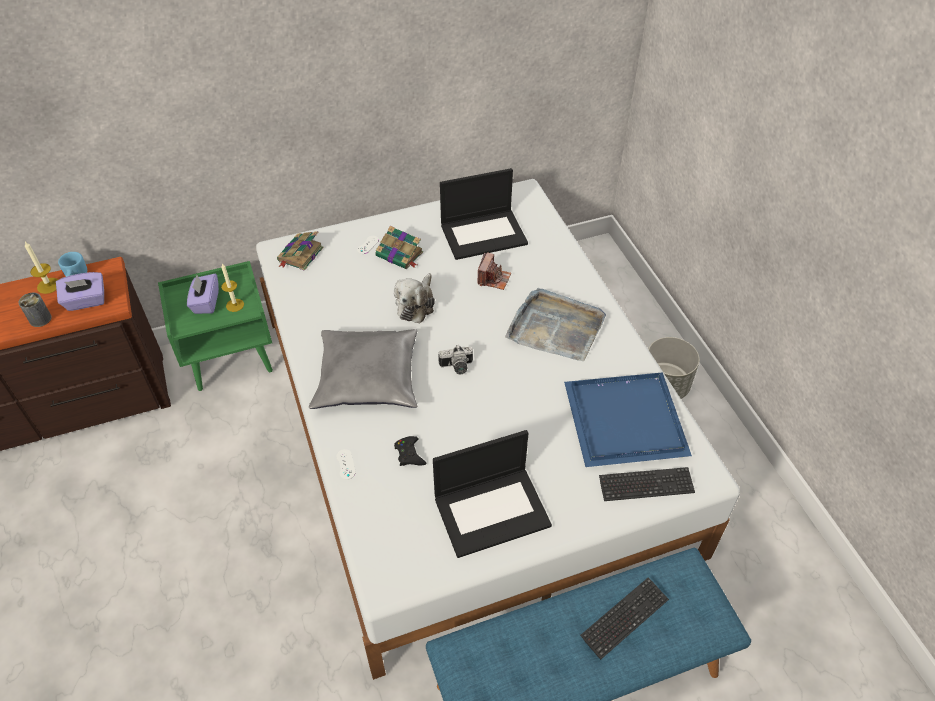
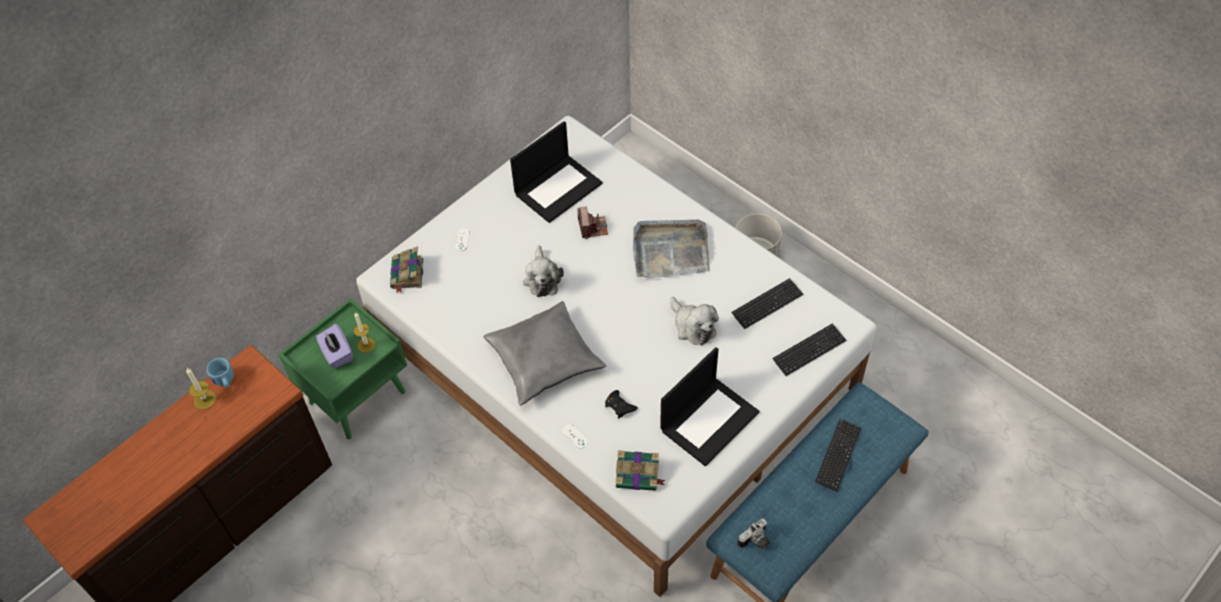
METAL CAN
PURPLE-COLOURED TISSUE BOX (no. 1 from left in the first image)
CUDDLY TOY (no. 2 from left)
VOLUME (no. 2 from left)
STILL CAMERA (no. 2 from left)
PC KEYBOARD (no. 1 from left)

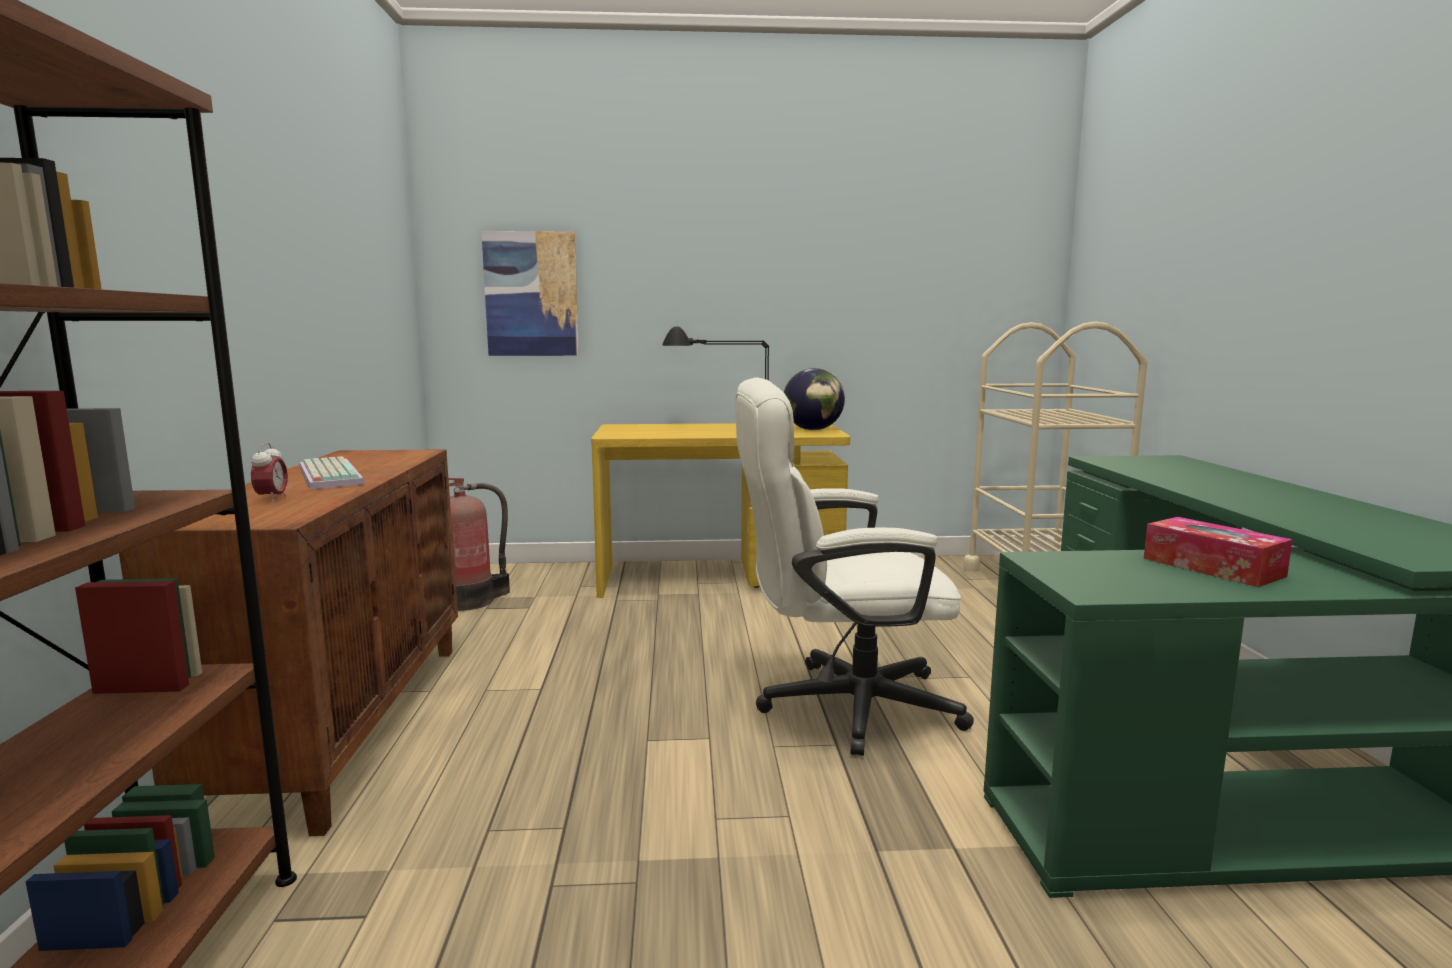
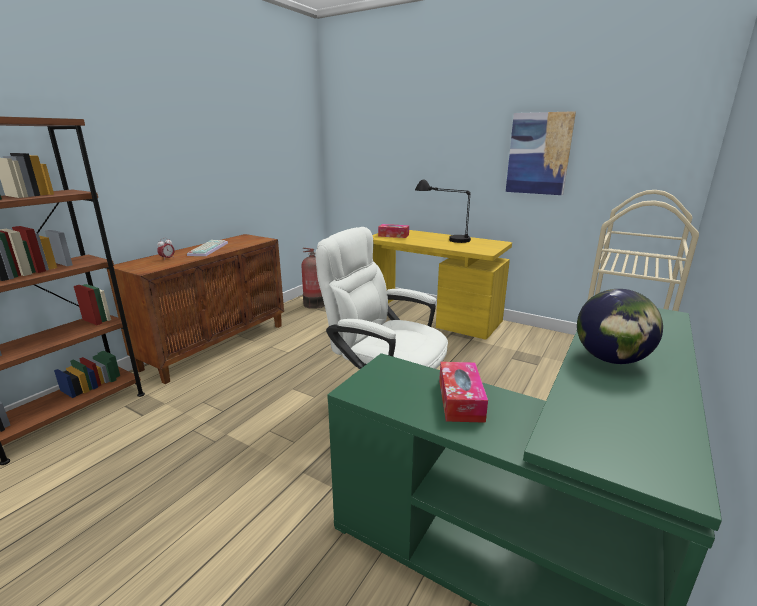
TISSUE BOX (no. 1 from left)
WALL ART
WORLD GLOBE

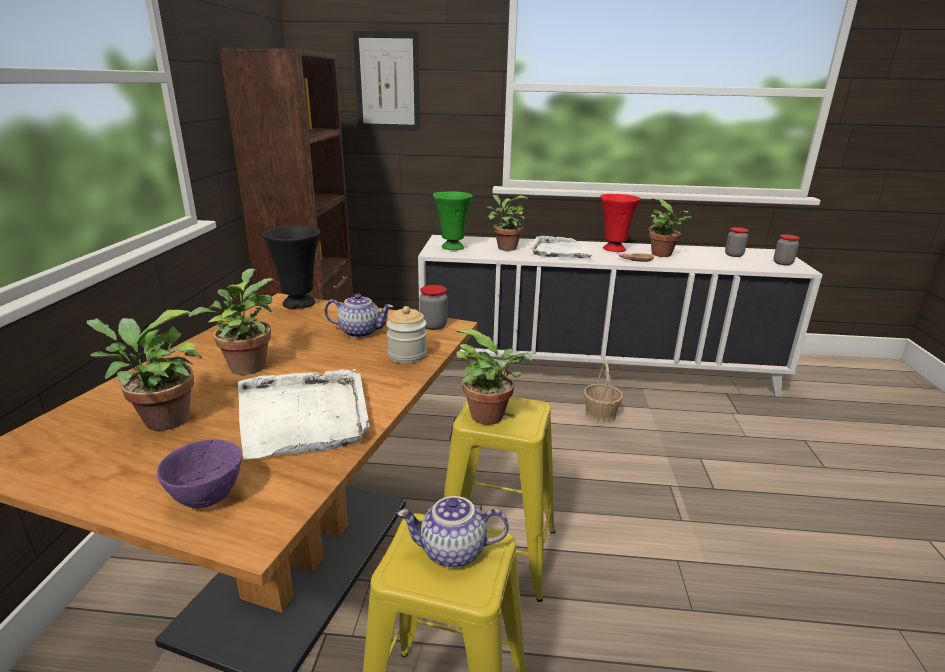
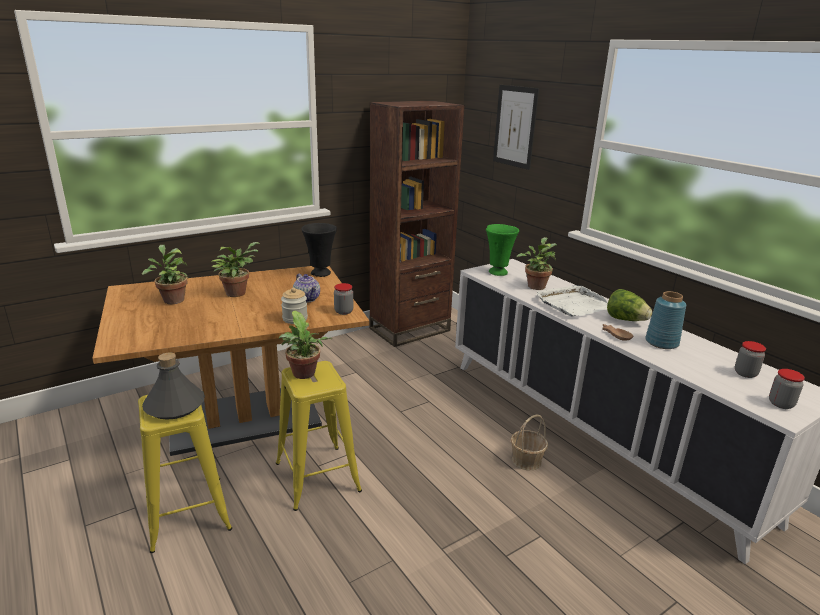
PURPLE-COLOURED DEEP DISH
WHITISH CARRYING TRAY (no. 1 from left in the first image)
GRAY DRINK BOTTLE
LETTUCE HEAD
BLUE DECORATIVE VASE

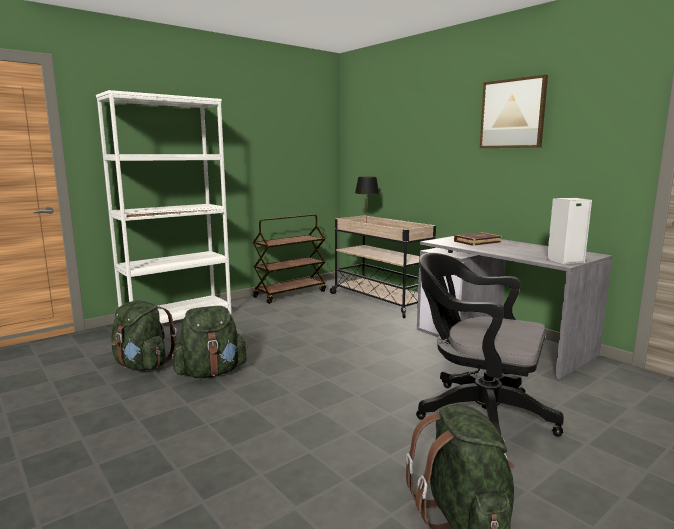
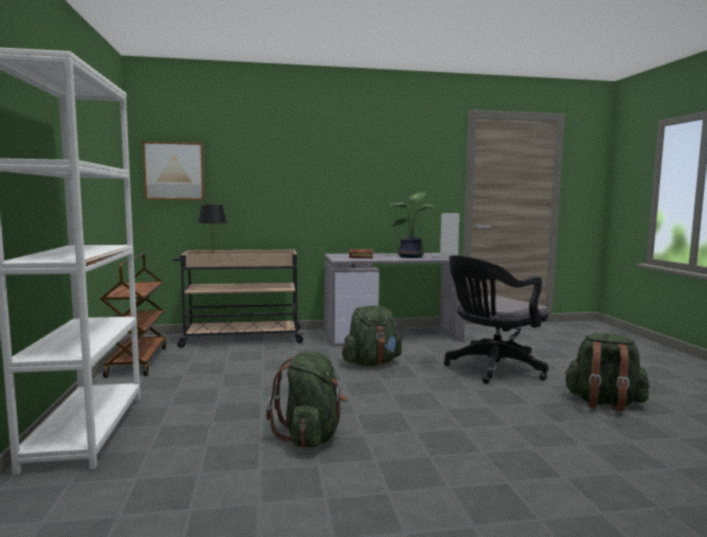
PLANT IN A POT
GREENISH BACKPACK (no. 2 from left)
WALL ART

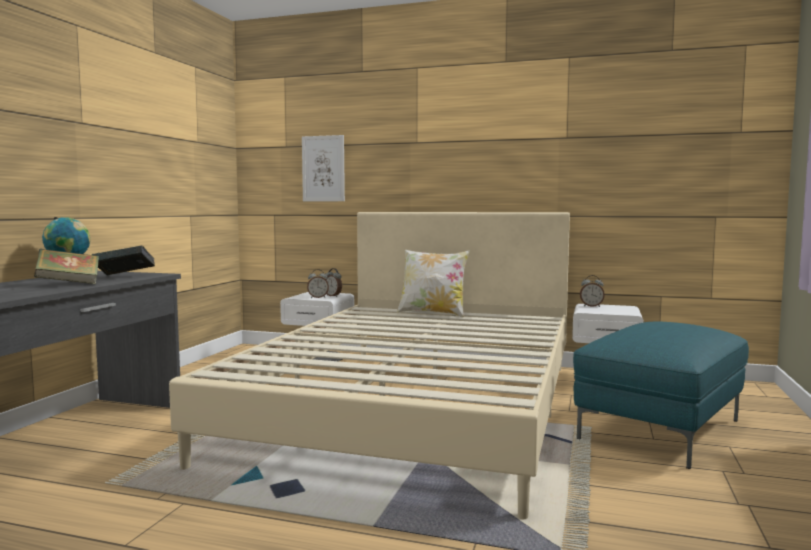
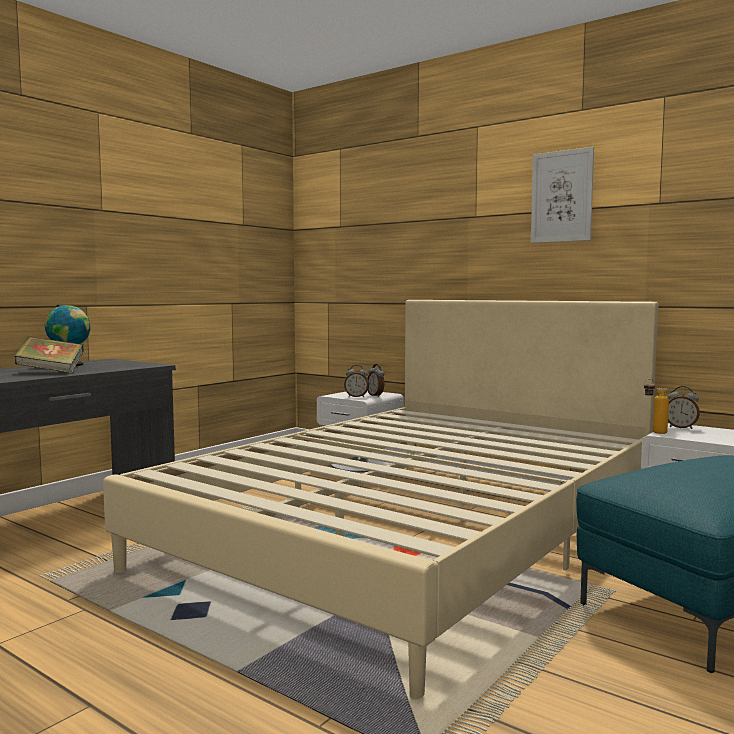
VOLUME (no. 2 from left in the first image)
THROW PILLOW
DRINK BOTTLE
WALL ART

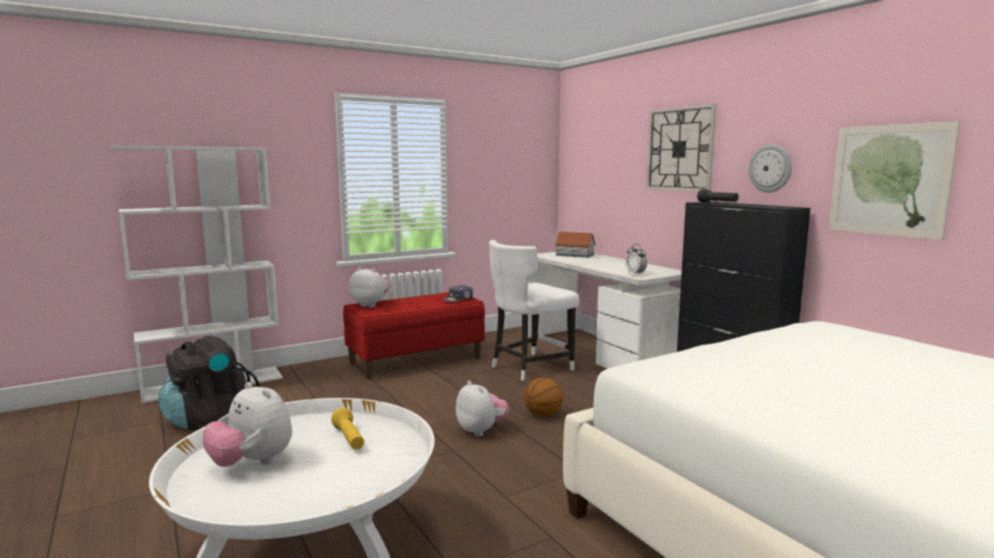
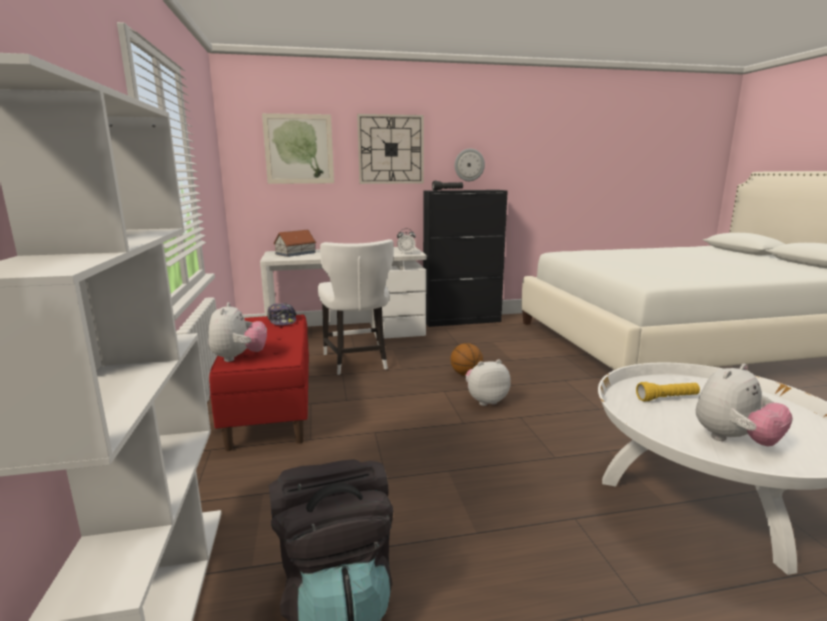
WALL ART
CUDDLY TOY (no. 1 from left)

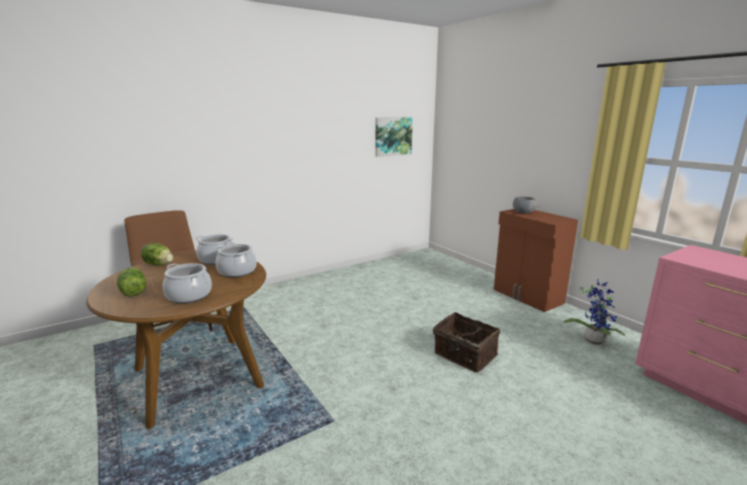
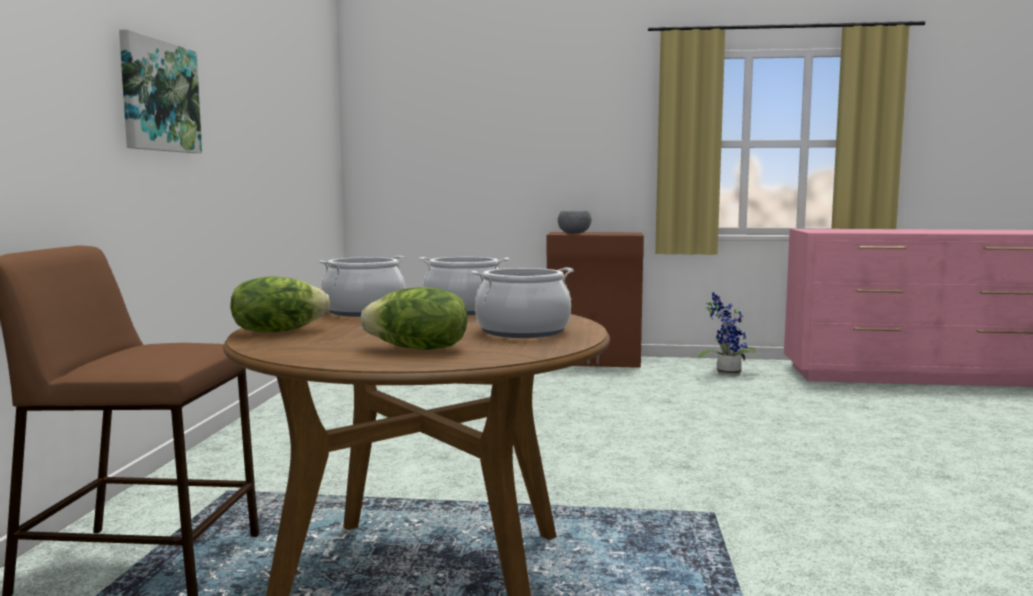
STORAGE BASKET
WALL ART

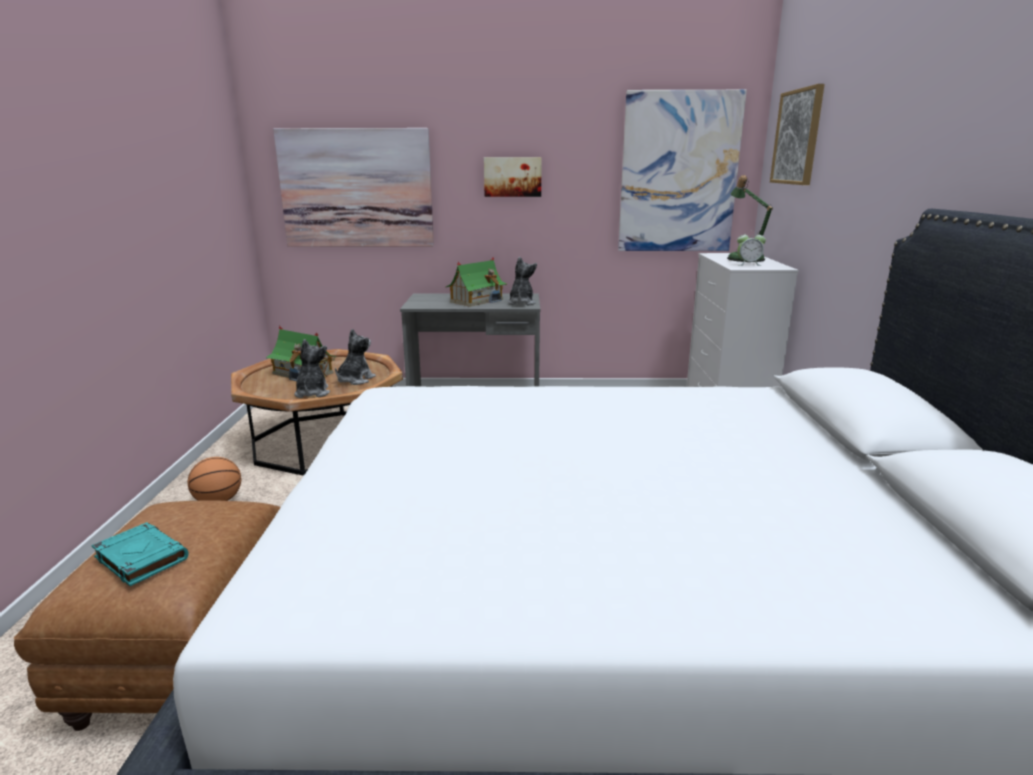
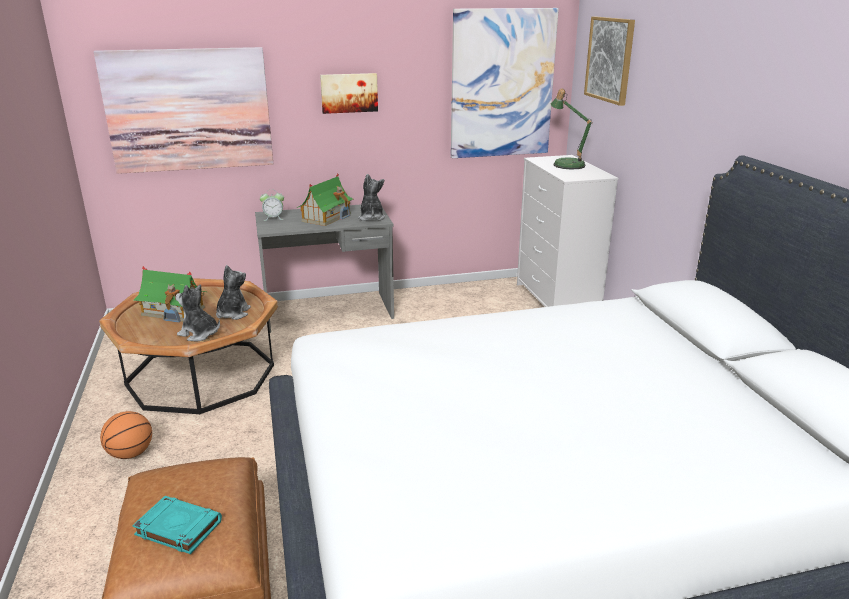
BEDSIDE CLOCK
CUDDLY TOY (no. 1 from left)

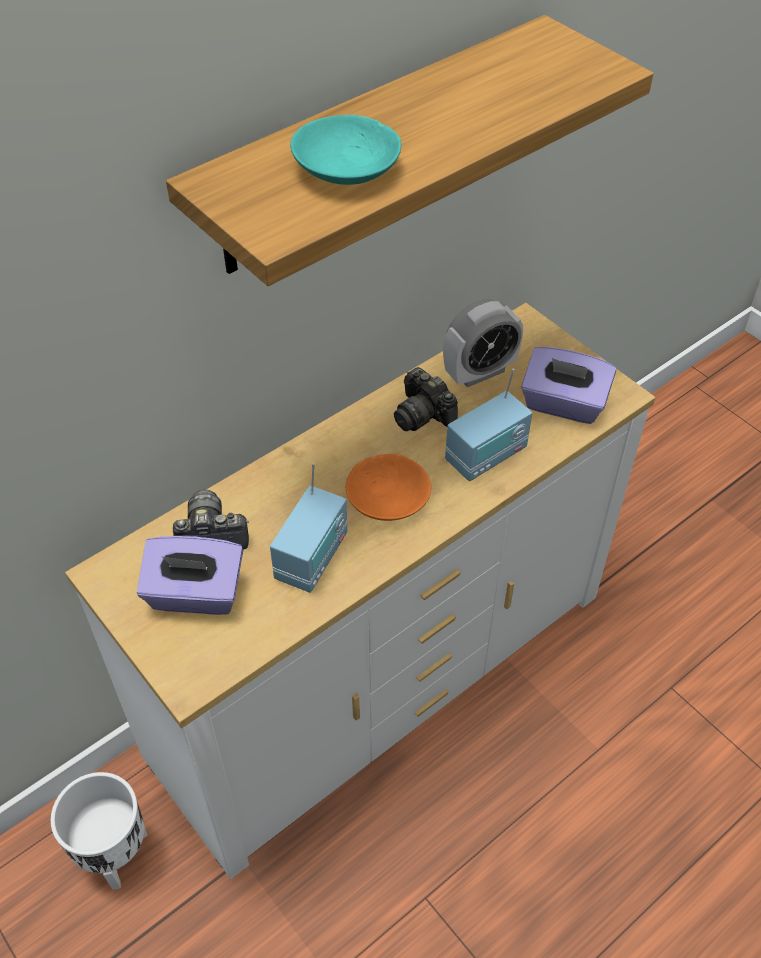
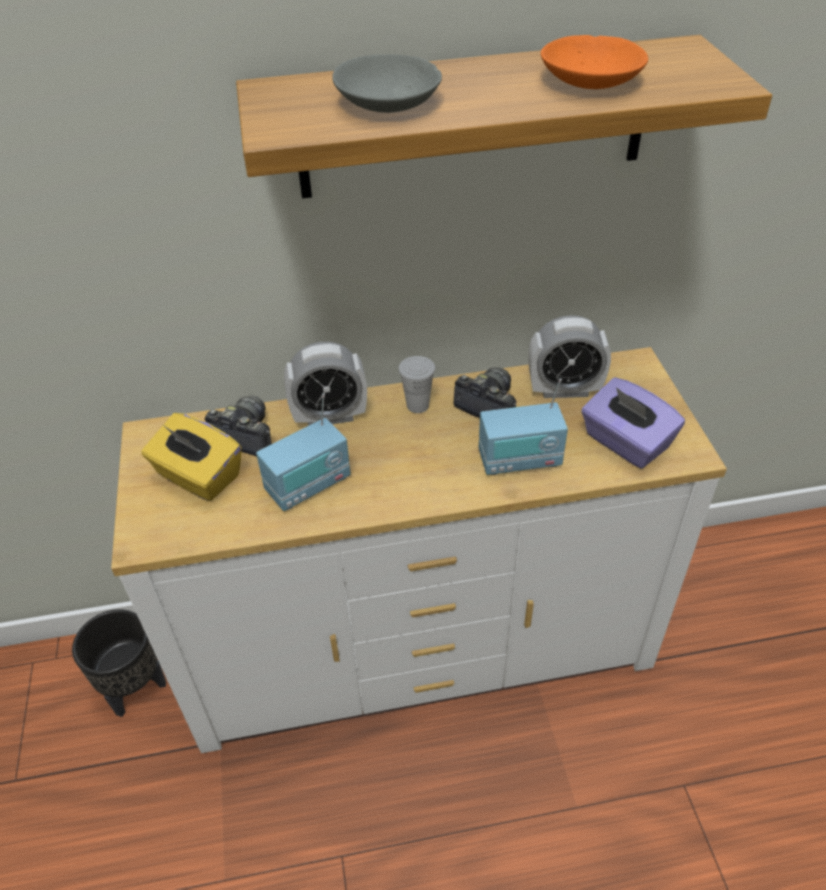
BEDSIDE CLOCK (no. 1 from left)
WHITISH DRINKING CUP
ORANGE-COLOURED DEEP DISH
BLACK-COLOURED PLANTER
YELLOW TISSUE BOX
GRAY DEEP DISH
STILL CAMERA (no. 2 from left)

